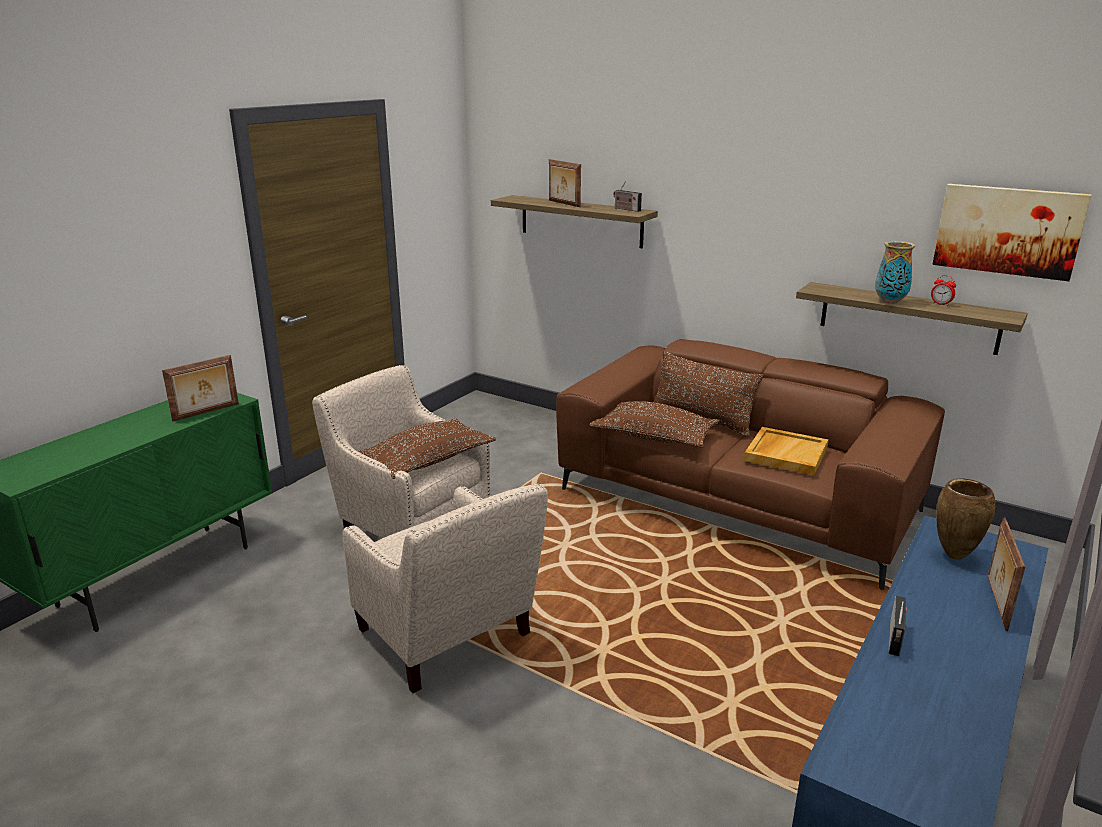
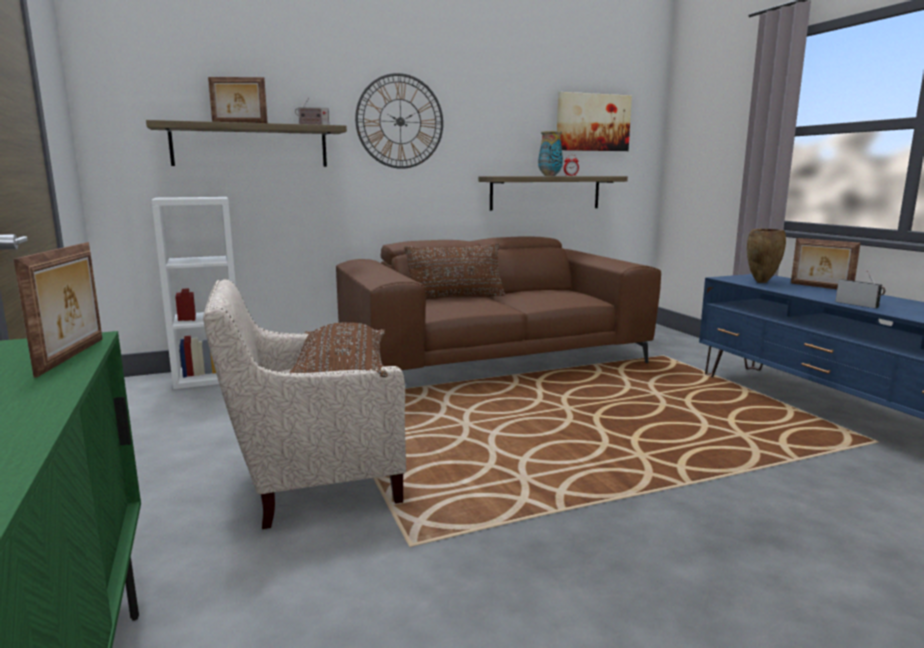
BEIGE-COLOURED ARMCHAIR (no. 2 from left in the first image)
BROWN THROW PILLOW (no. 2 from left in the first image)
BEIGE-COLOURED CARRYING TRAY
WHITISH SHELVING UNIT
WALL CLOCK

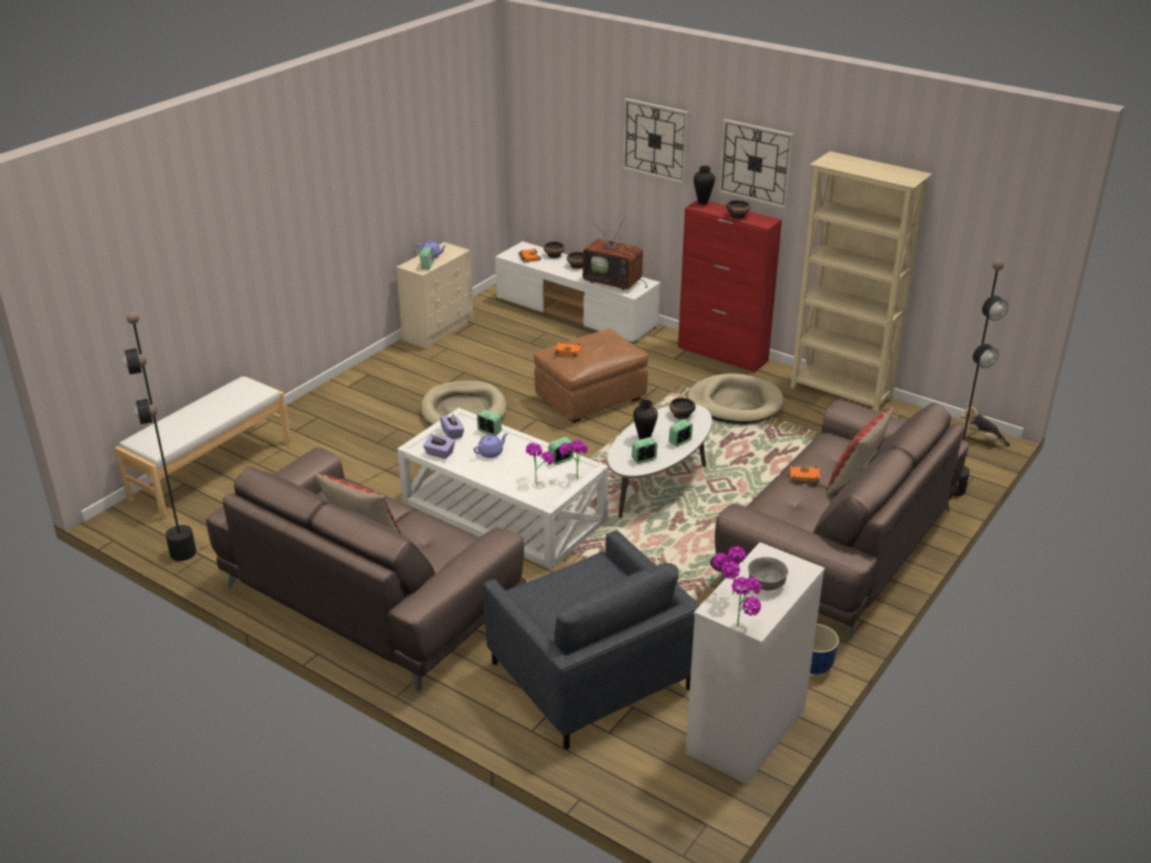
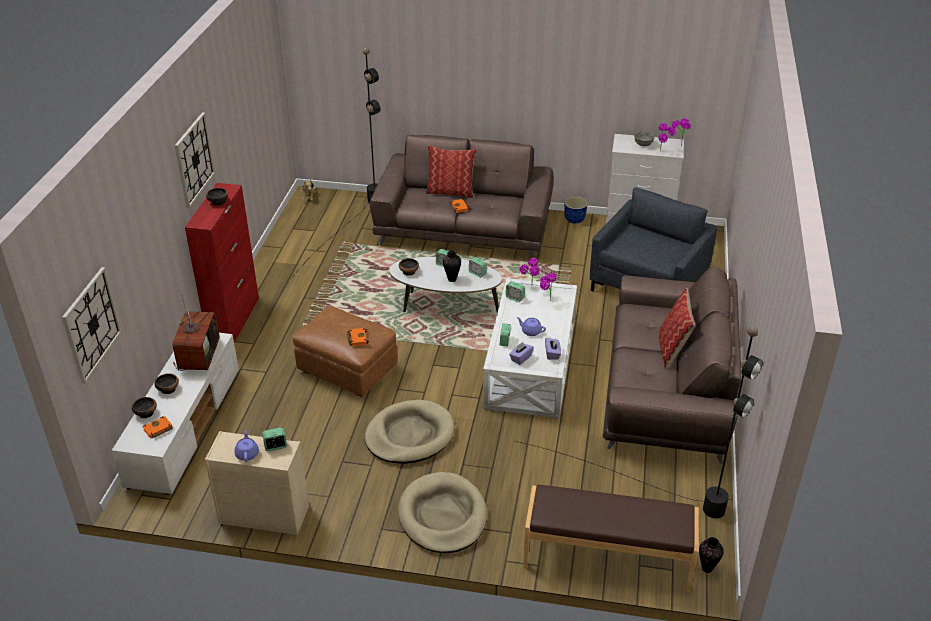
BEIGE-COLOURED SHELVING UNIT
WALL CLOCK (no. 1 from left)
BEIGE-COLOURED DOG BED (no. 2 from left)
DECORATIVE VASE (no. 2 from left)
BROWN BENCH

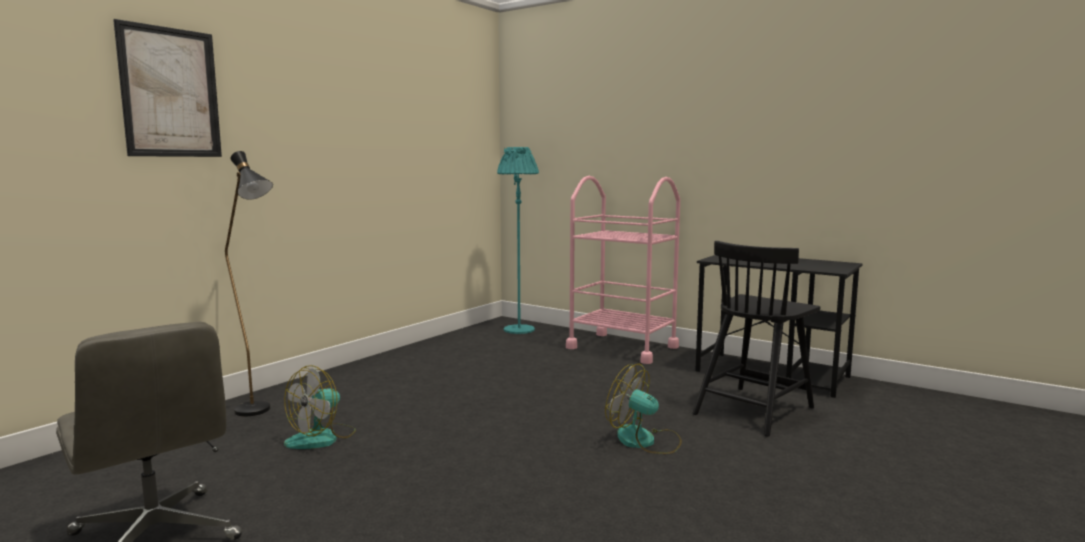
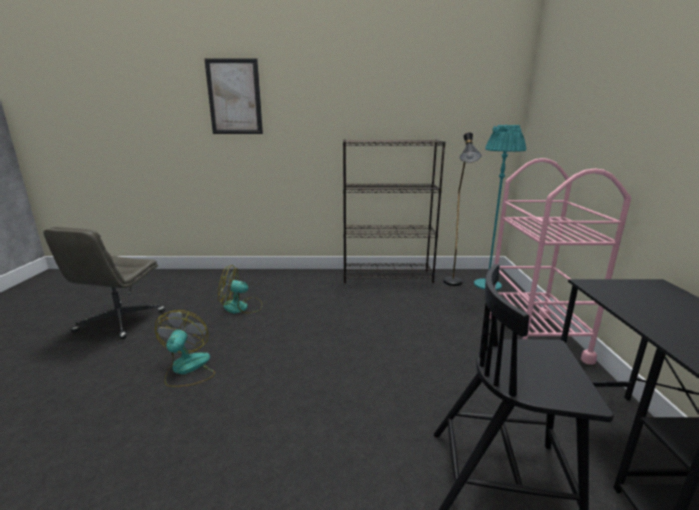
BLACK-COLOURED SHELVING UNIT
BLACK-COLOURED STANDARD LAMP
COOLING FAN (no. 1 from left)

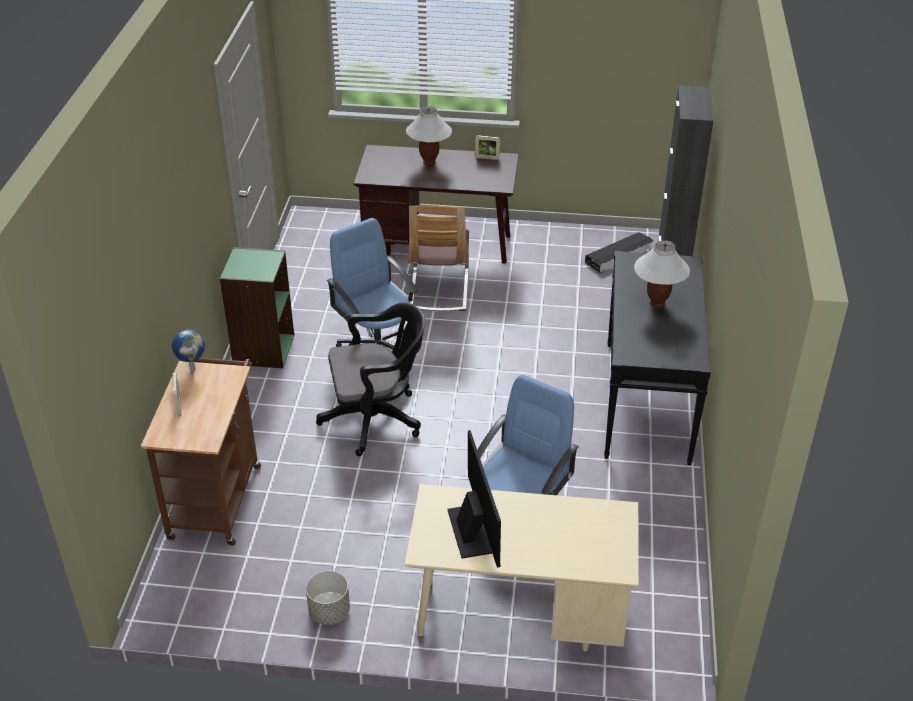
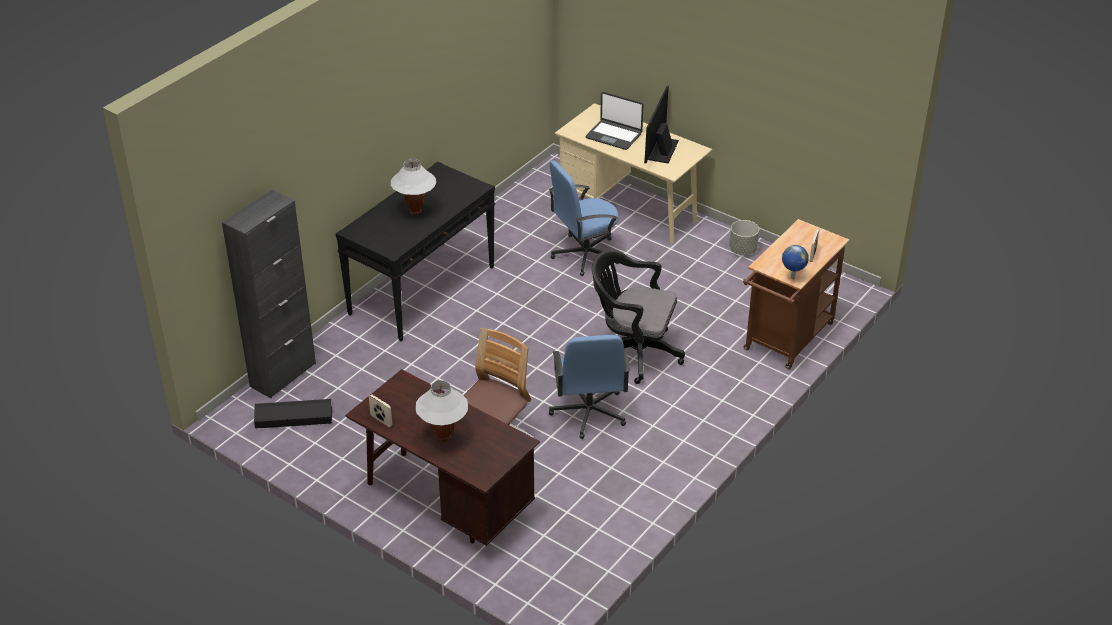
GREENISH SHELVING UNIT
LAPTOP

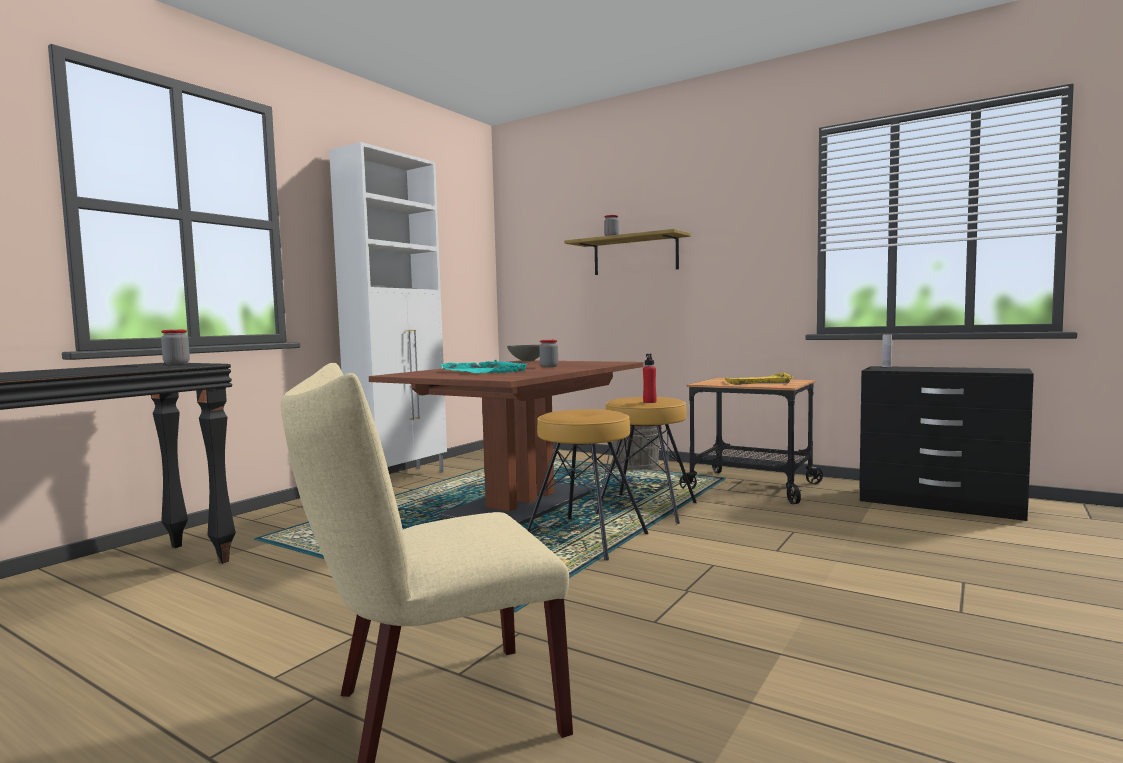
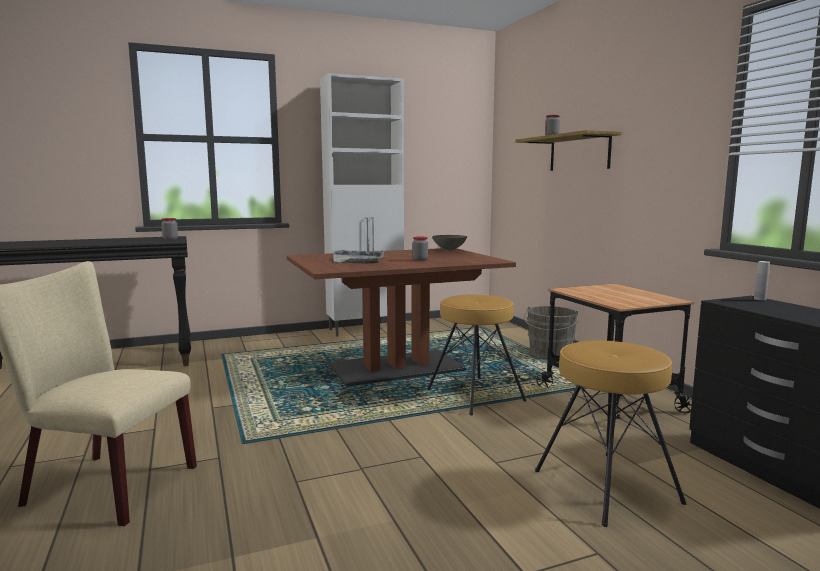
REDDISH DRINK BOTTLE
YELLOW CARRYING TRAY
BROWN SITTING STOOL (no. 2 from left)
GRAY CARRYING TRAY

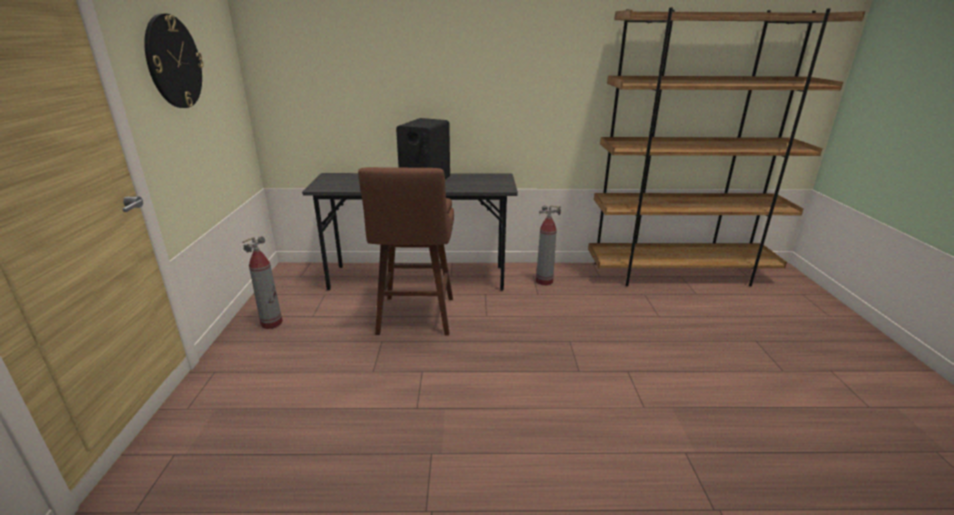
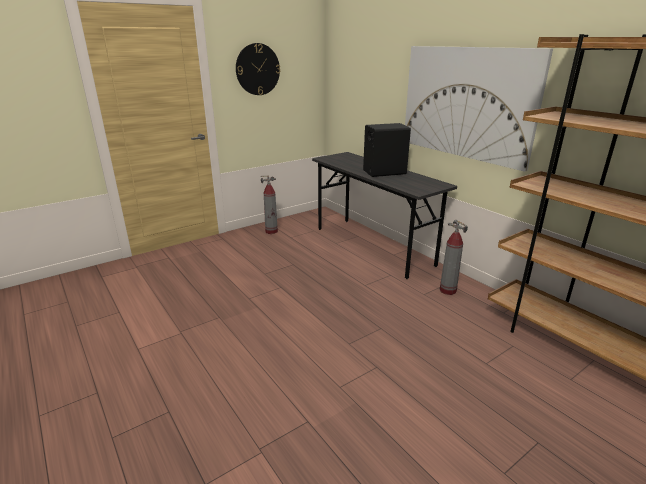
BROWN SITTING STOOL
WALL ART

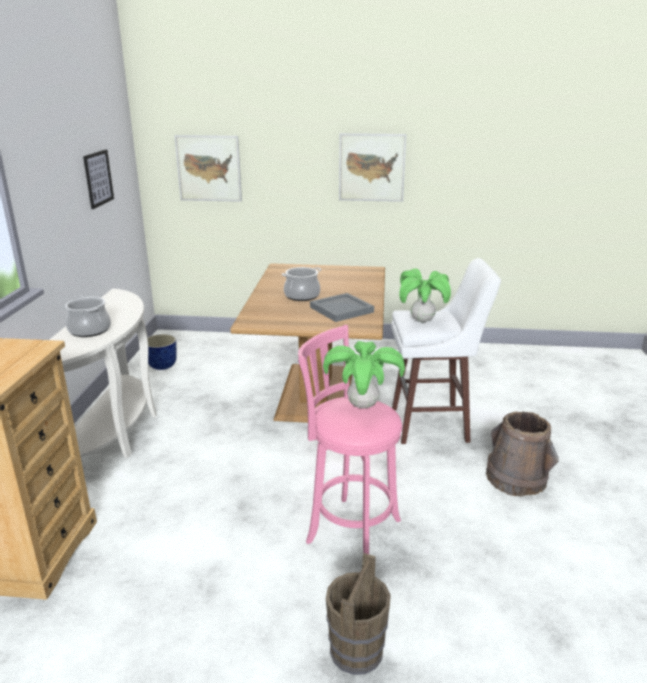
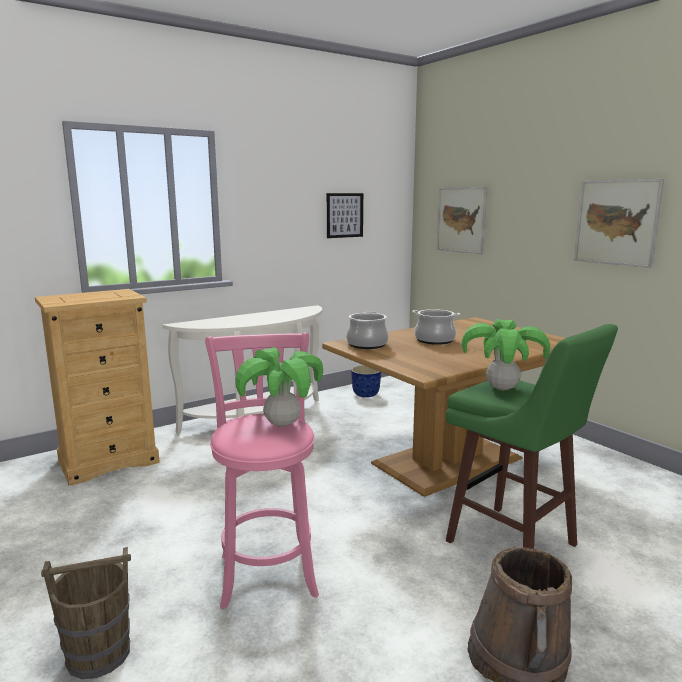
GRAY CARRYING TRAY
STOCKPOT (no. 1 from left)
GREENISH SITTING STOOL

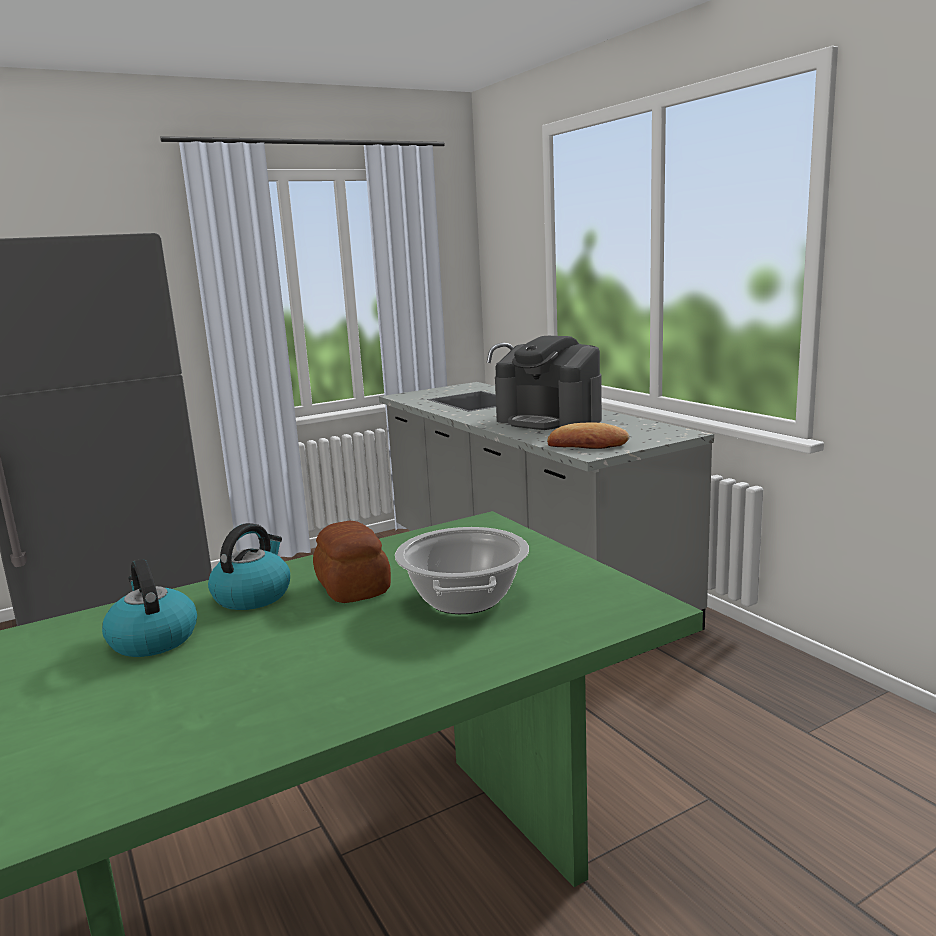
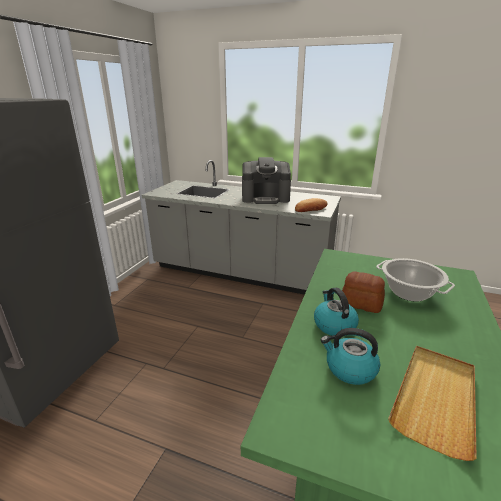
BEIGE-COLOURED CARRYING TRAY

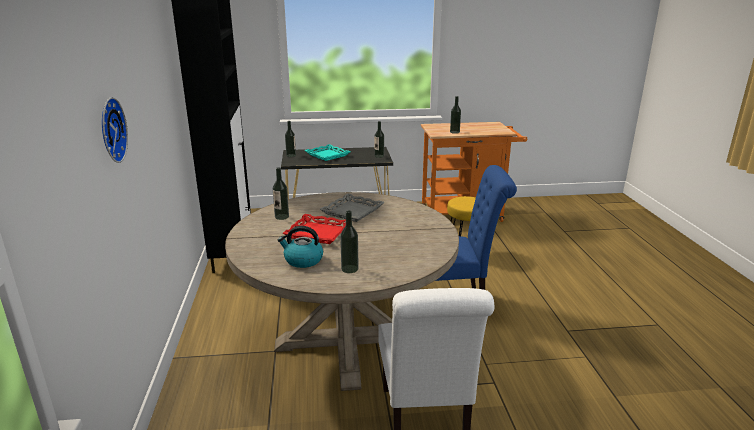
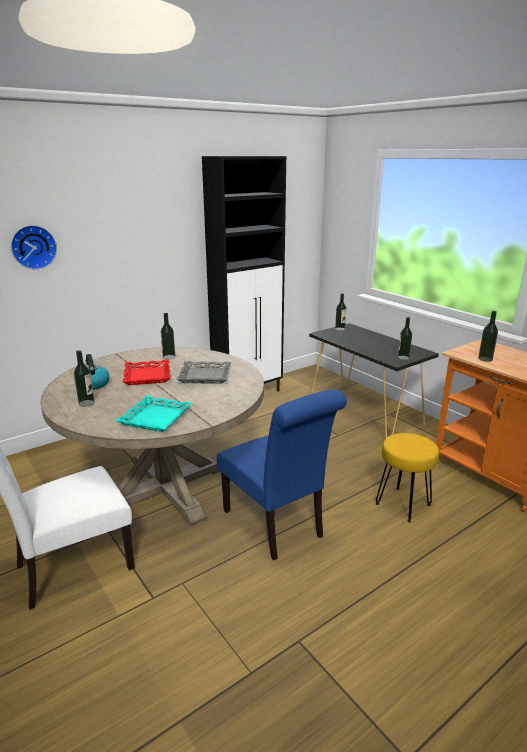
TURQUOISE-COLOURED CARRYING TRAY

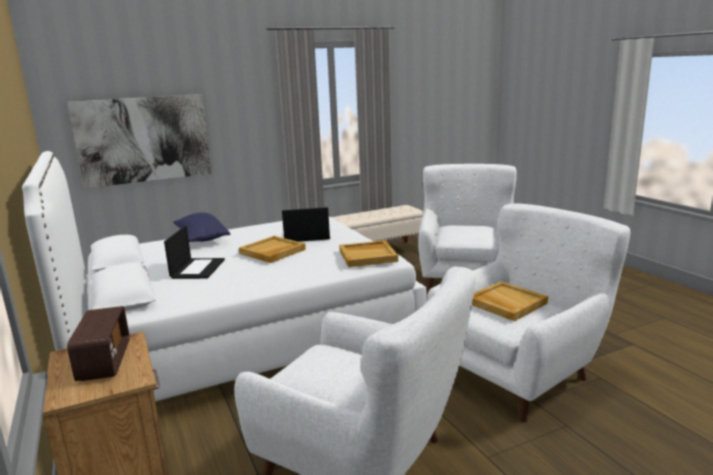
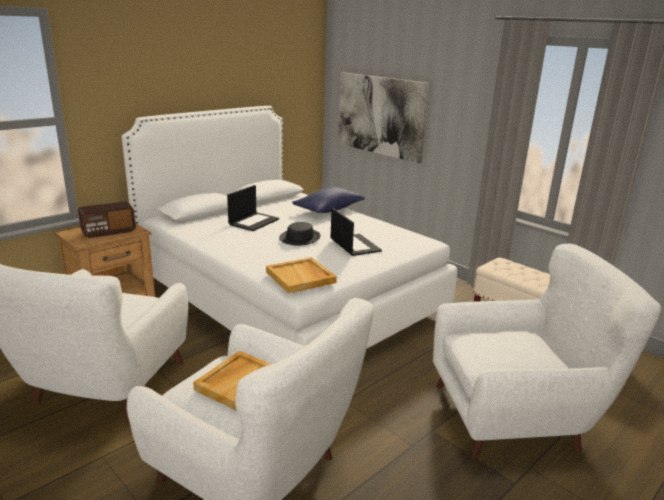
BLACK-COLOURED WEARABLE HAT
LAPTOP (no. 1 from left)

